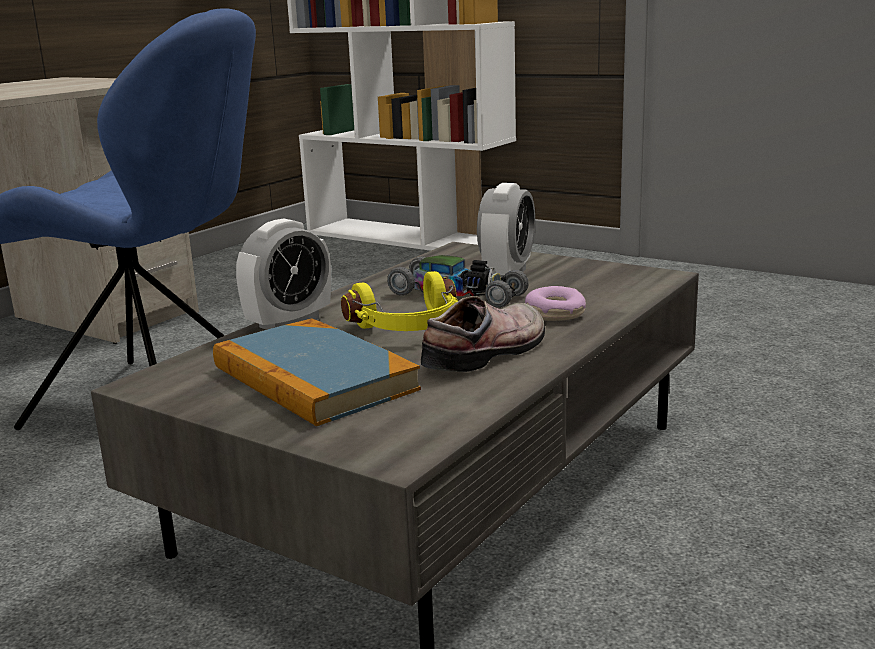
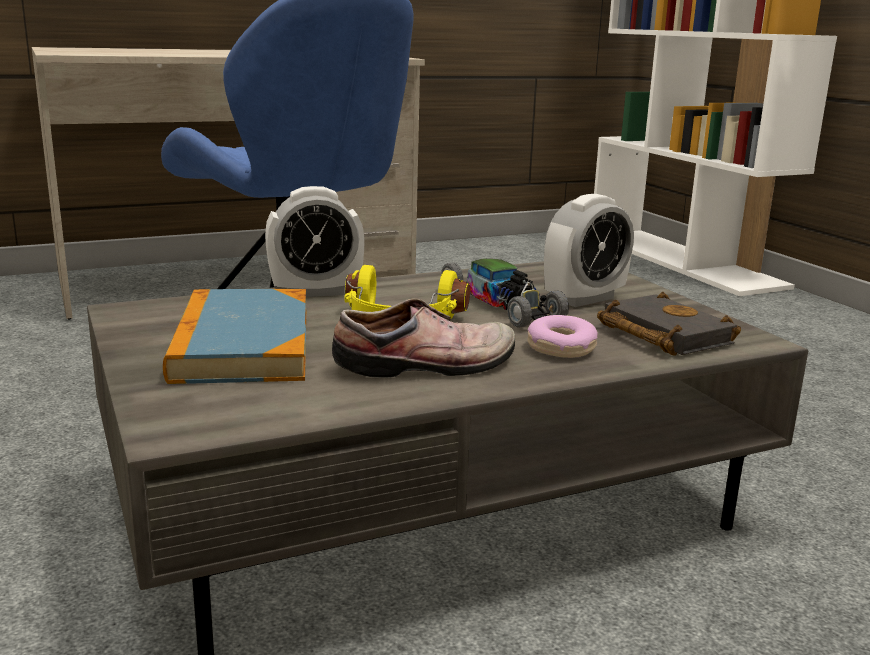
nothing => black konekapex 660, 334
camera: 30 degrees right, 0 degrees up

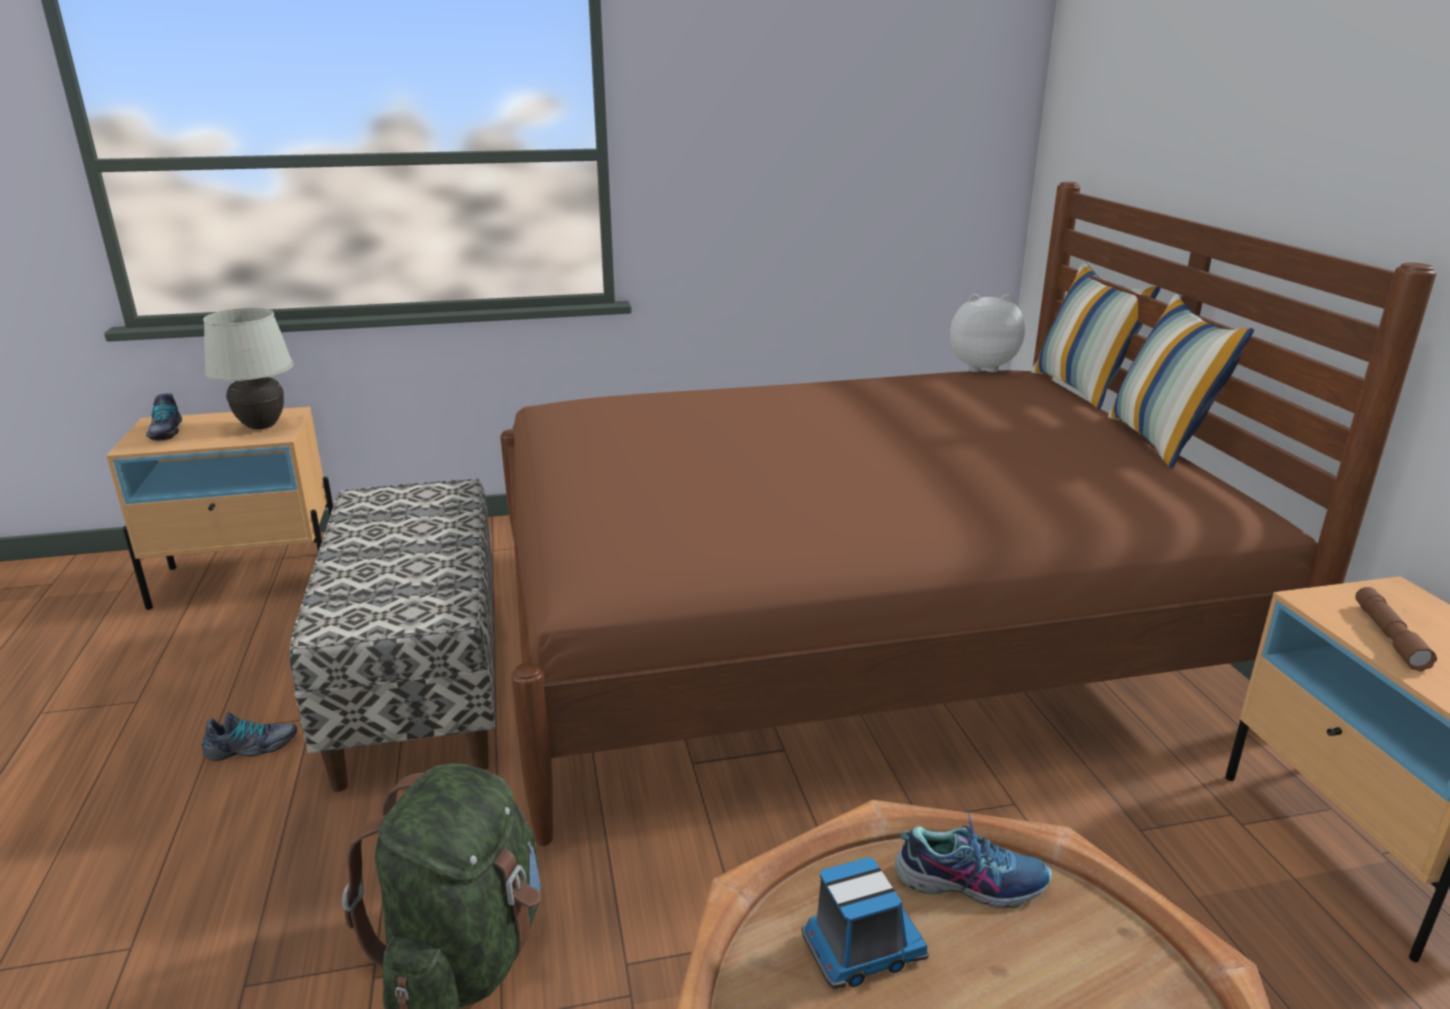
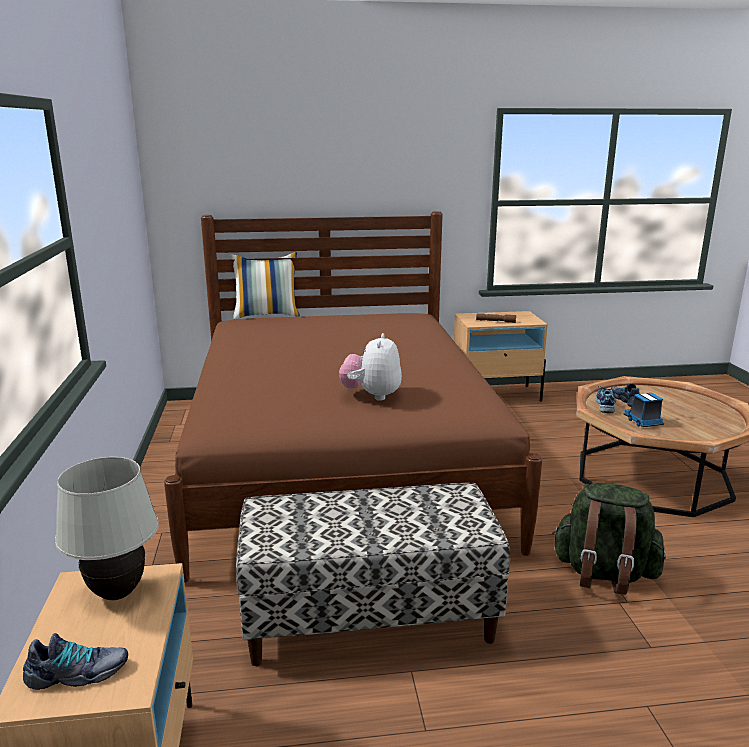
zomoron 1160, 441 => nothing
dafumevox 980, 367 => dafumevox 372, 395, relocated
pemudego 252, 748 => pemudego 625, 400, relocated
camera: 85 degrees left, 5 degrees down

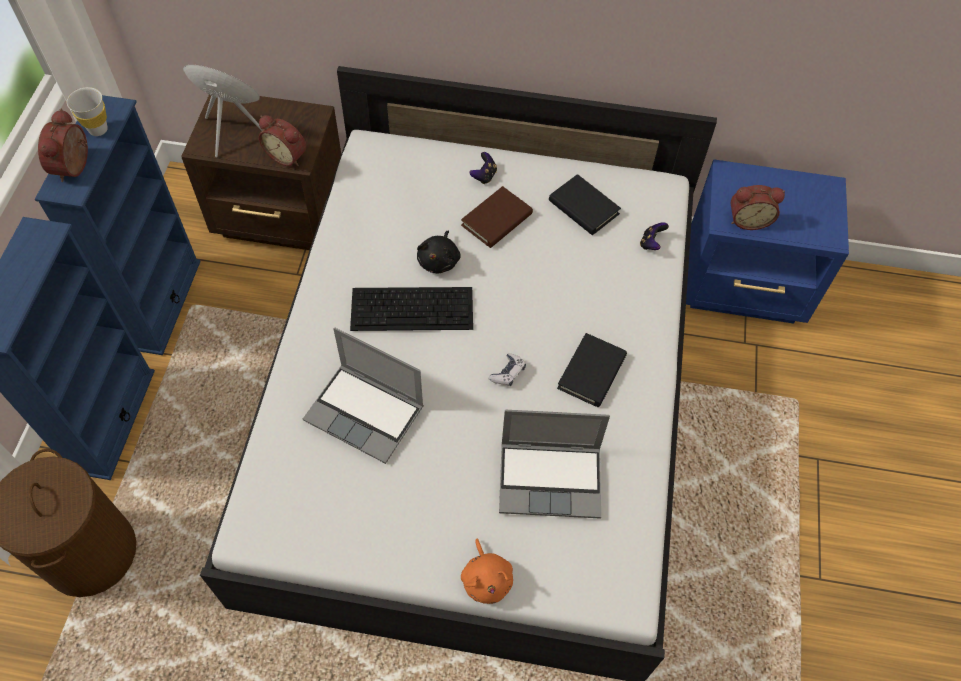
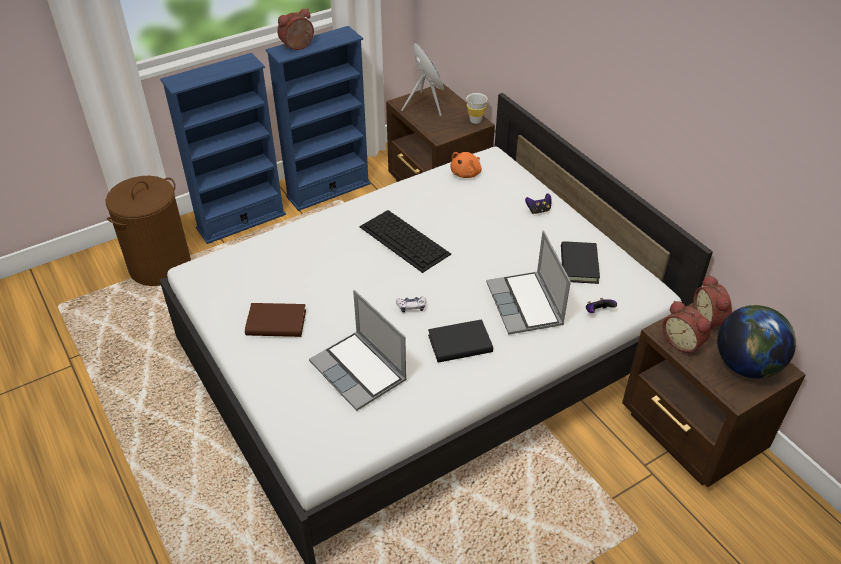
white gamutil 98, 129 => white gamutil 475, 120, relocated
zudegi 287, 155 => zudegi 709, 319, relocated
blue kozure 744, 287 => brown kozure 691, 434
brown konekapex 496, 220 => brown konekapex 276, 323, relocated
black dafumevox 439, 260 => nothing
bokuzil 366, 413 => bokuzil 526, 305, relocated
orange dafumevox 486, 579 => orange dafumevox 466, 173, relocated
nothing => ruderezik 746, 365
camera: 50 degrees right, 15 degrees down

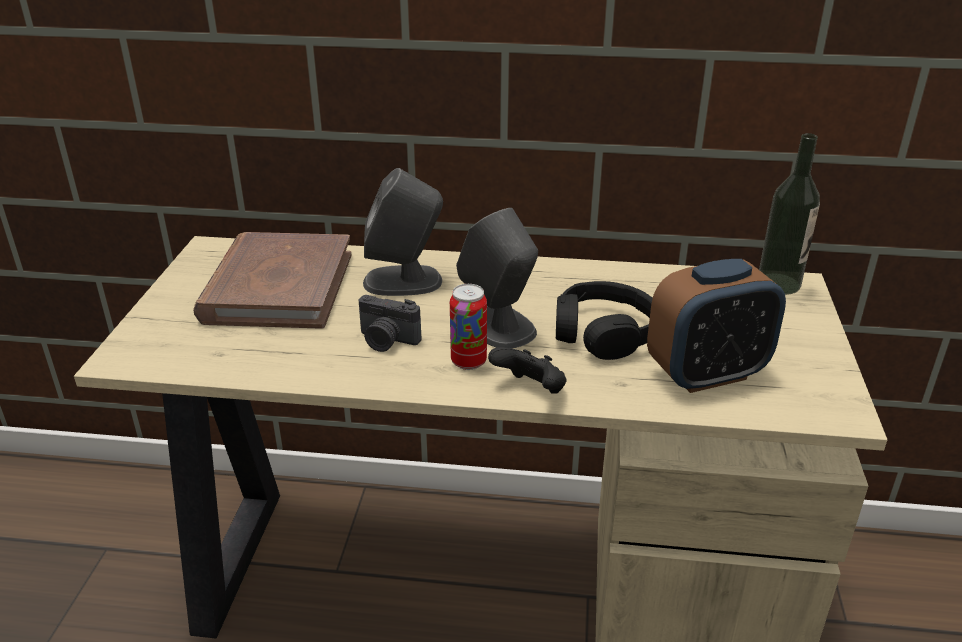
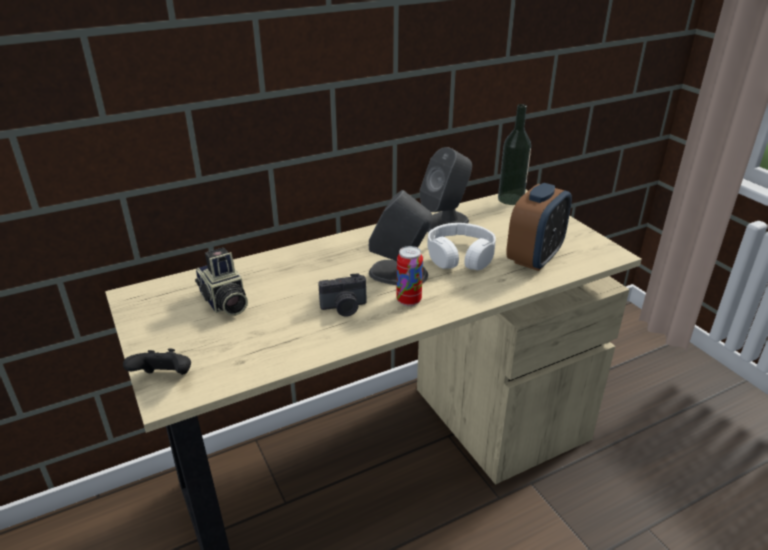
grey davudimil 404, 281 => grey davudimil 445, 222, relocated
brown konekapex 278, 287 => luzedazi 224, 302
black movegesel 603, 333 => white movegesel 460, 256
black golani 531, 390 => black golani 165, 378, relocated
camera: 35 degrees left, 0 degrees up

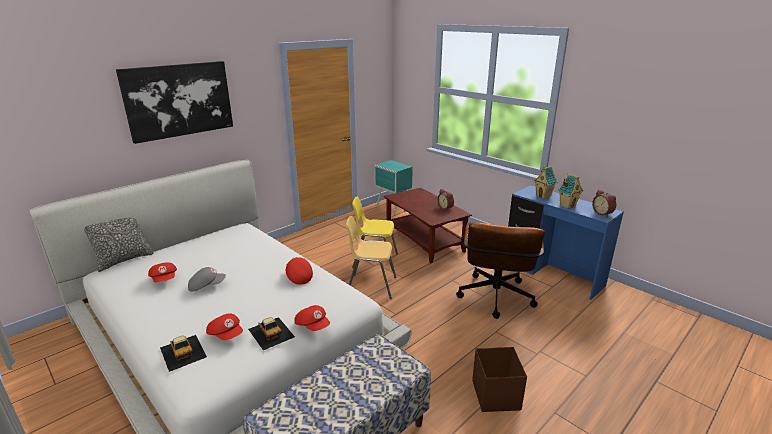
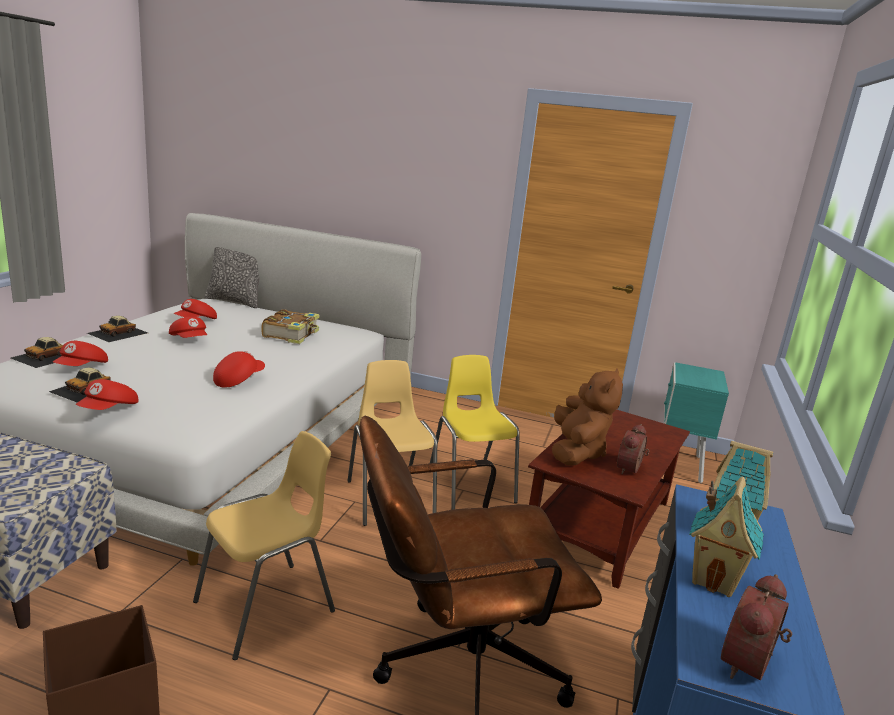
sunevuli 179, 100 => nothing
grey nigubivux 207, 286 => red nigubivux 190, 340
nothing => konekapex 292, 334
nothing => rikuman 118, 333
nothing => brown dafumevox 576, 452
nothing => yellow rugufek 267, 607
camera: 60 degrees right, 5 degrees down

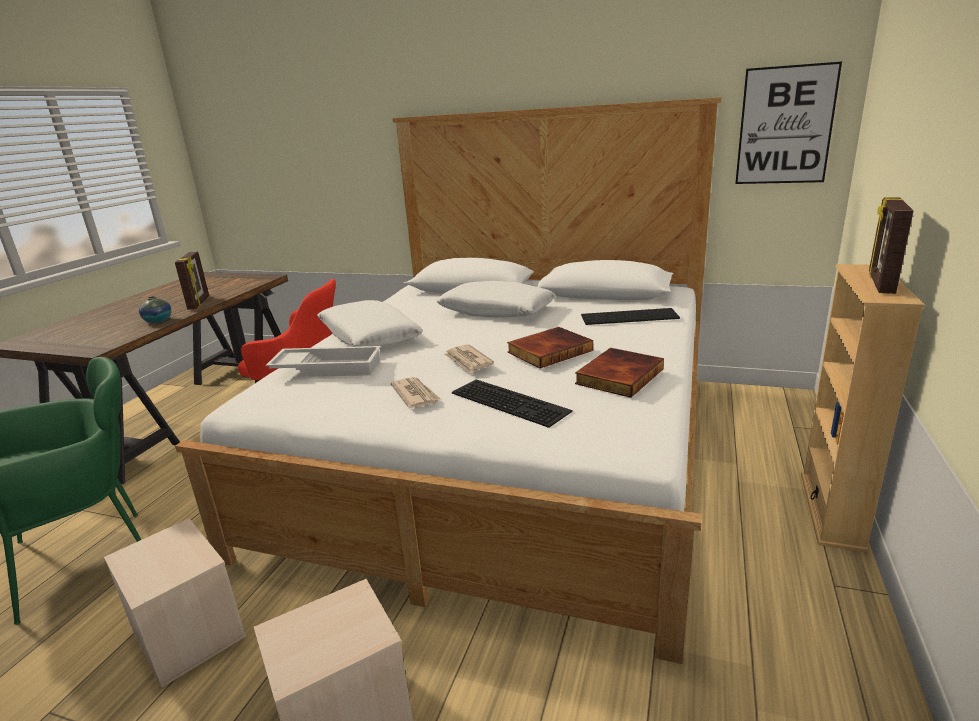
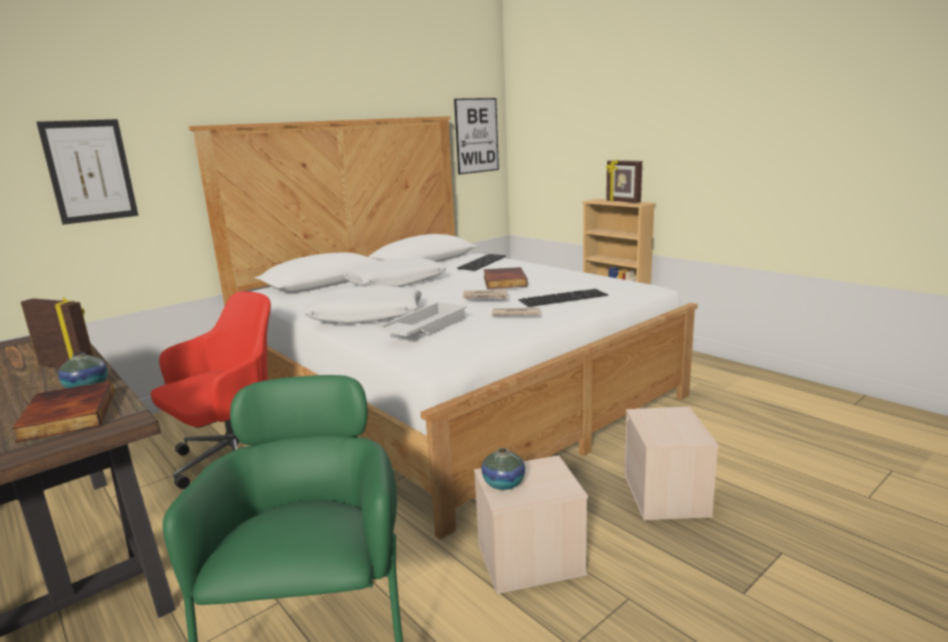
konekapex 618, 376 => konekapex 66, 416, relocated
nothing => sunevuli 90, 171
nothing => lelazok 503, 483
camera: 60 degrees left, 5 degrees down

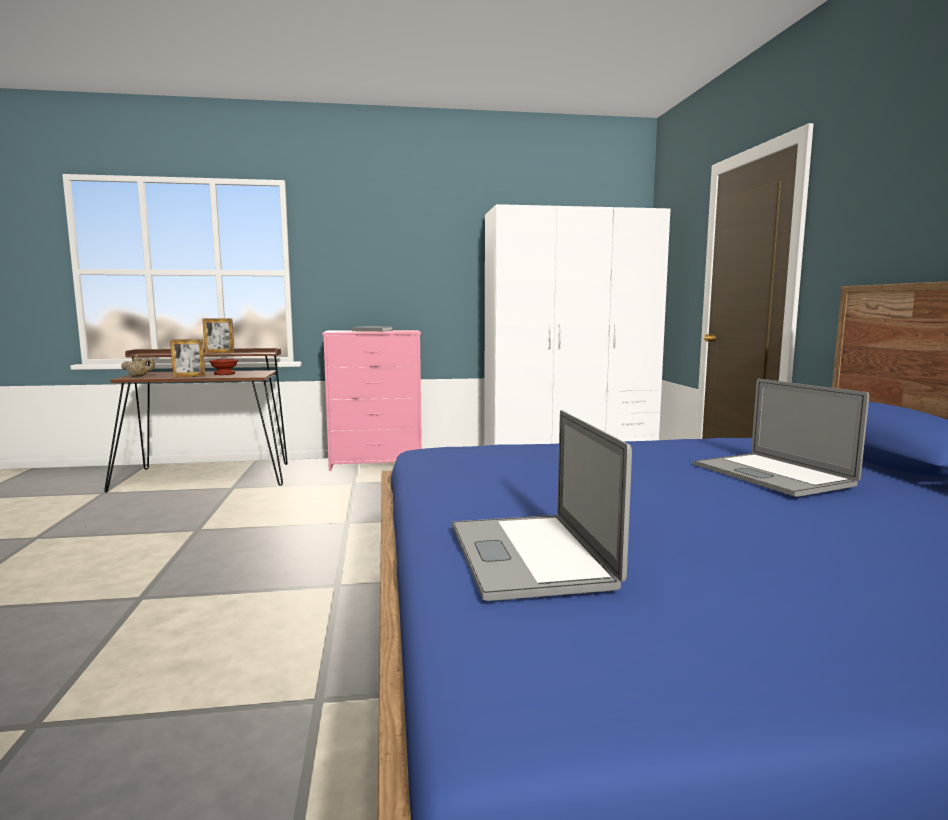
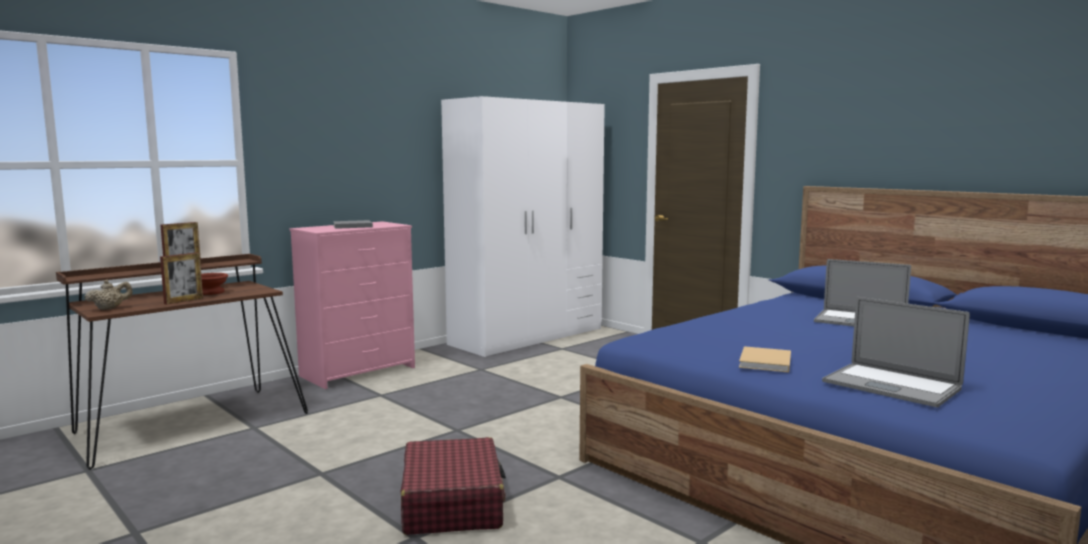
nothing => beige konekapex 765, 362
nothing => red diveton 452, 503
camera: 35 degrees left, 0 degrees up

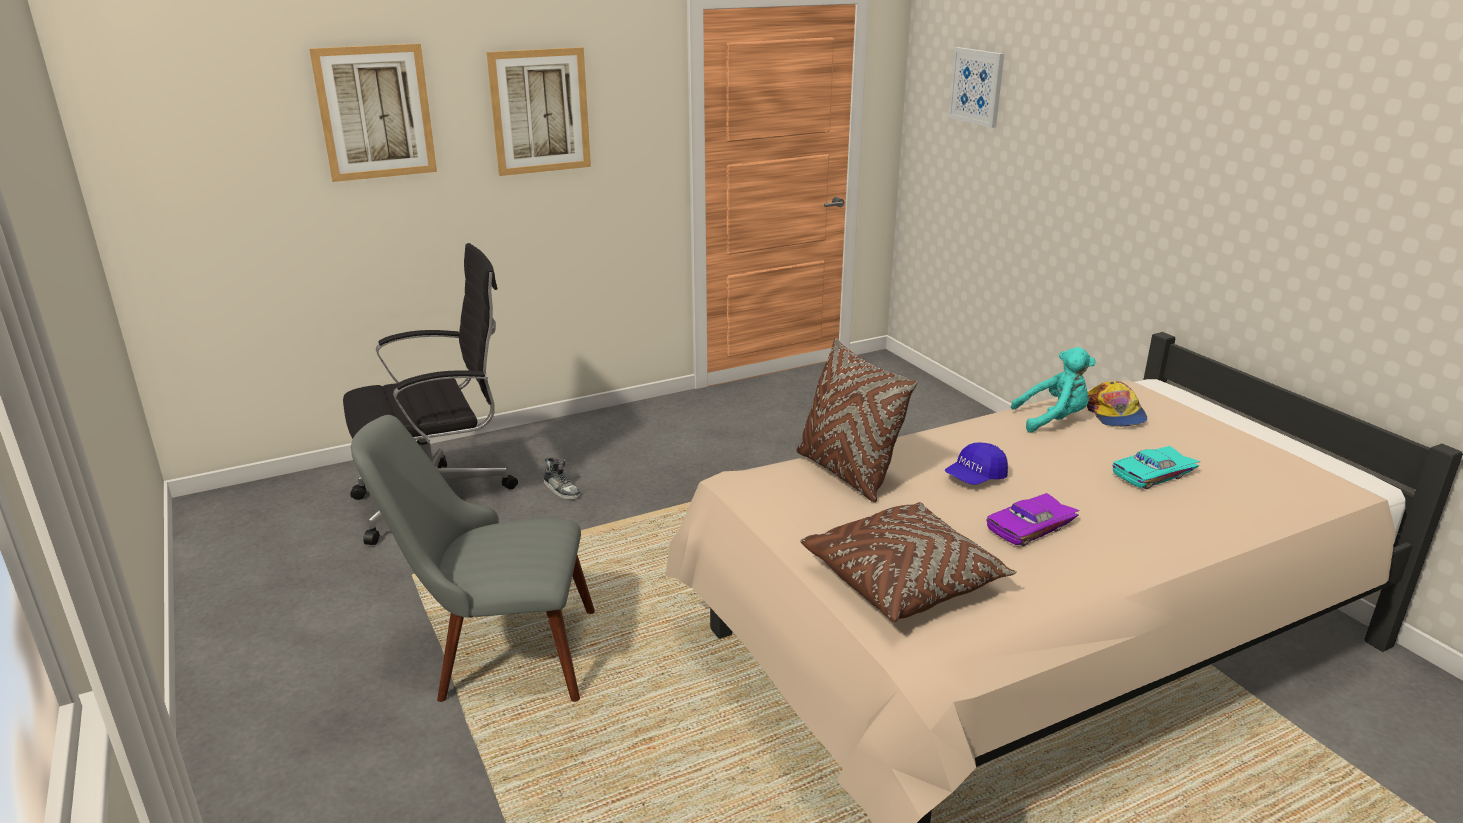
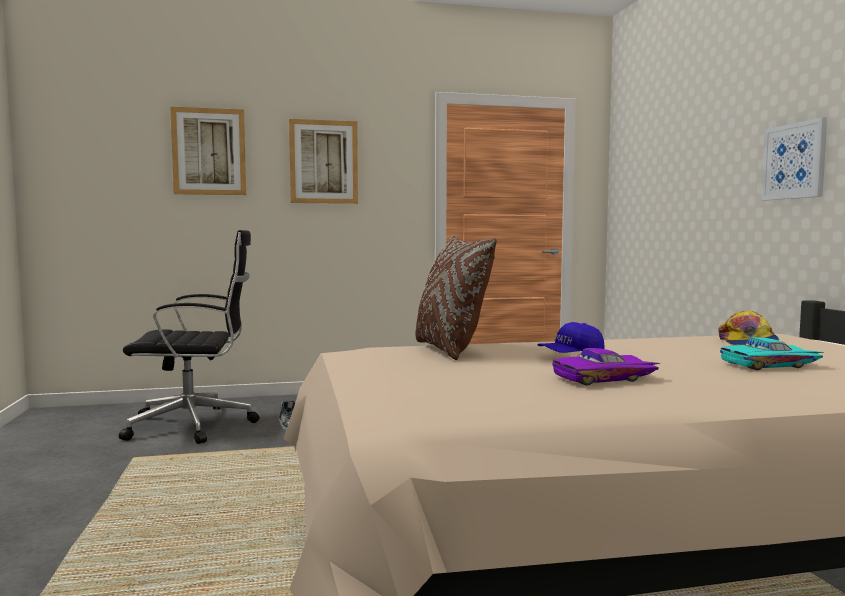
sunevuli 976, 86 => sunevuli 794, 161, relocated
turquoise dafumevox 1053, 420 => nothing
grey rugufek 496, 655 => nothing
brown zomoron 903, 581 => nothing
camera: 15 degrees right, 20 degrees down

